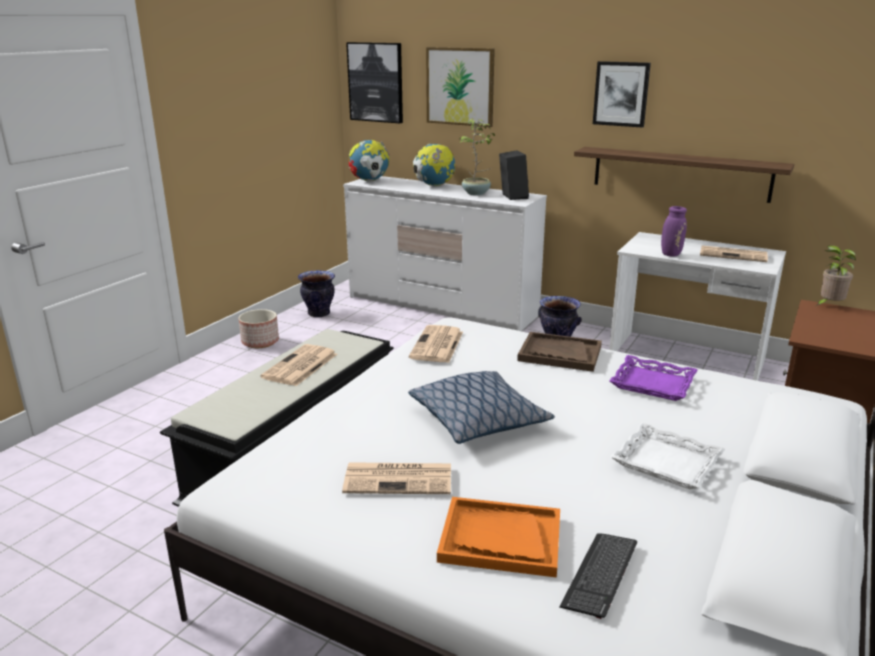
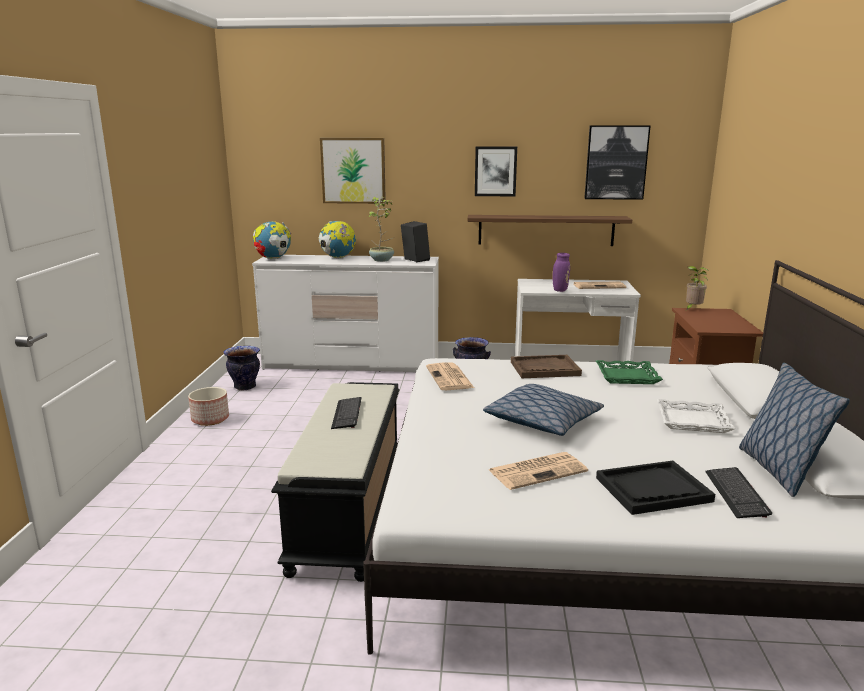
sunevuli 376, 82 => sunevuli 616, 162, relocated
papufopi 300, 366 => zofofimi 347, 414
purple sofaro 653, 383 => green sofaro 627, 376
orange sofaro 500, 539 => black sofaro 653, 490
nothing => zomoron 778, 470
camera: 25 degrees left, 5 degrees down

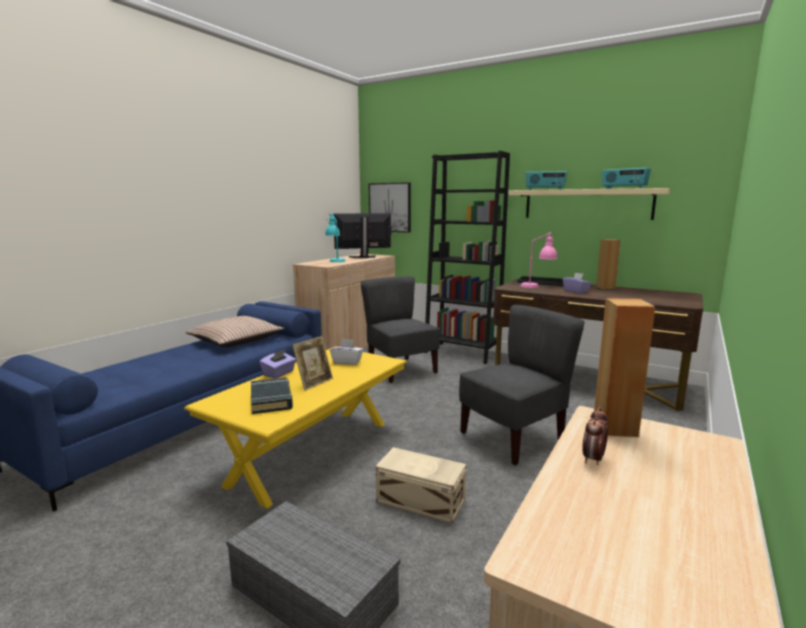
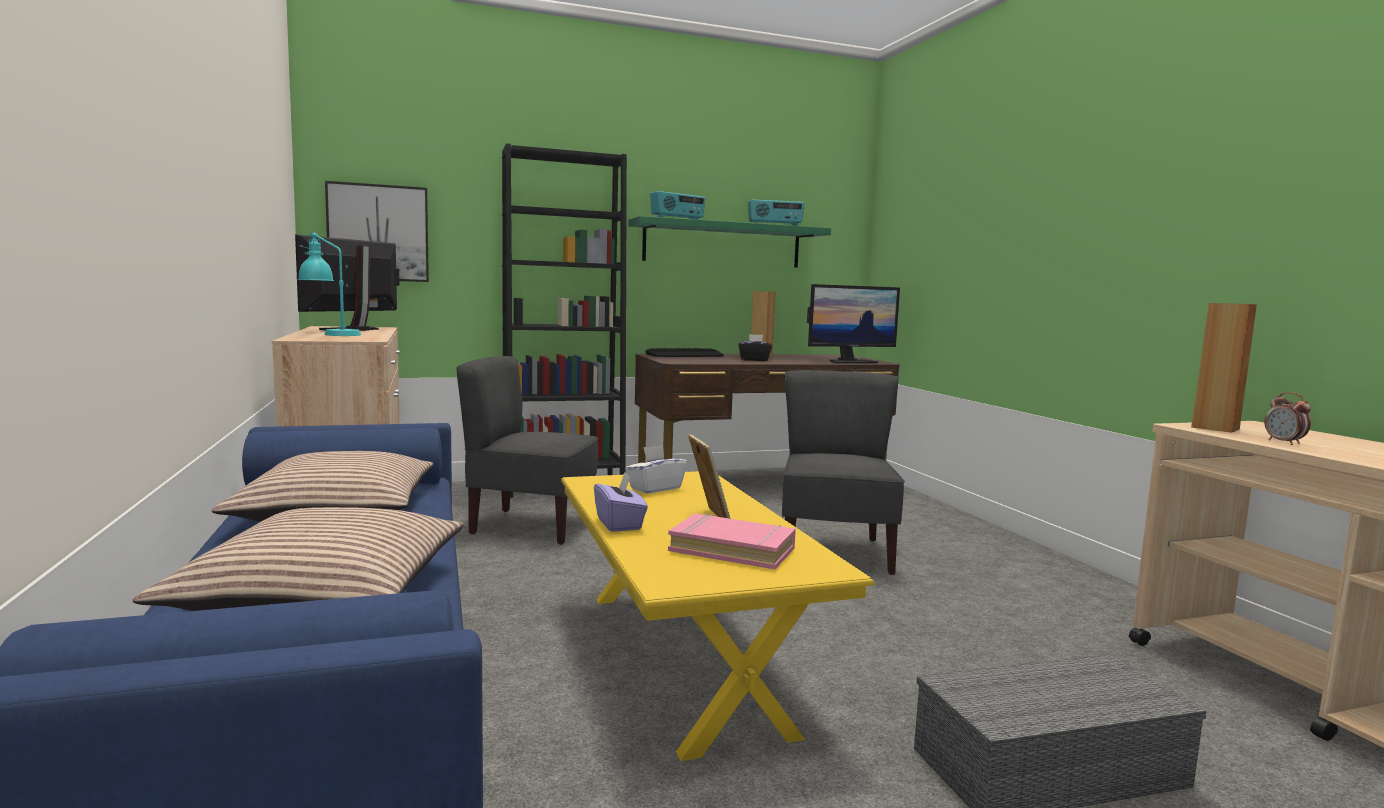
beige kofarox 587, 204 => green kofarox 722, 244
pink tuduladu 537, 286 => nothing
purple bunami 576, 291 => black bunami 754, 360
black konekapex 271, 399 => pink konekapex 732, 549
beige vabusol 421, 501 => nothing
nothing => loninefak 849, 361
nothing => zomoron 322, 592
camera: 50 degrees left, 5 degrees down

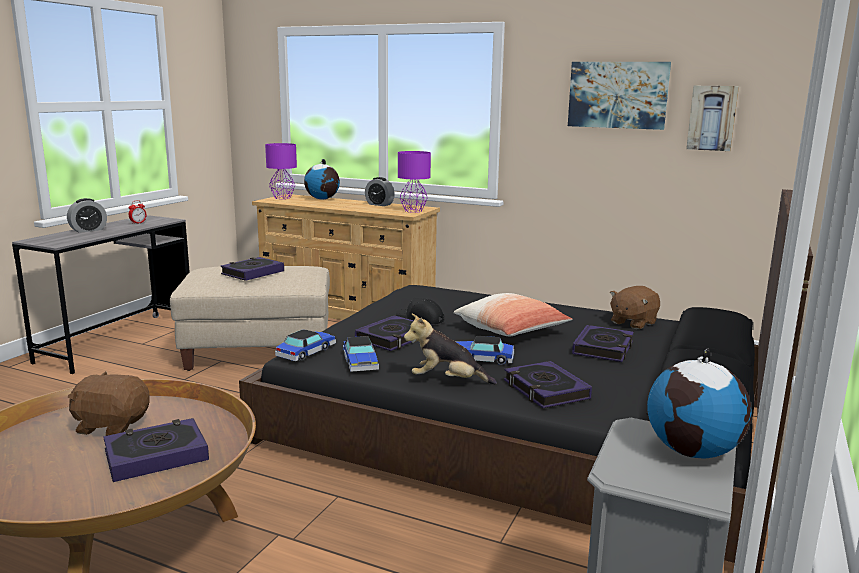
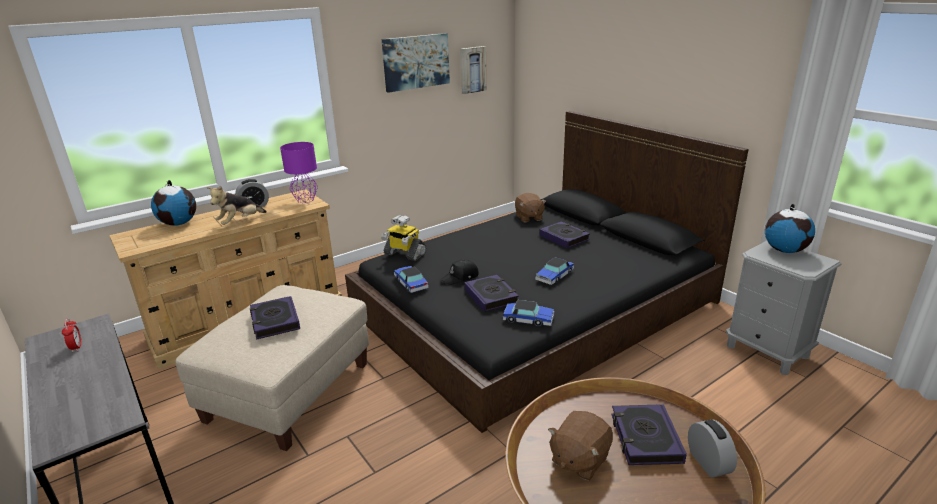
purple tuduladu 282, 198 => nothing
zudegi 88, 230 => zudegi 708, 463, relocated
zomoron 511, 331 => nothing
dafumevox 447, 381 => dafumevox 240, 222, relocated
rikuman 306, 352 => rikuman 411, 283, relocated
konekapex 545, 390 => nothing
nothing => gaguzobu 404, 254
camera: 60 degrees left, 10 degrees up

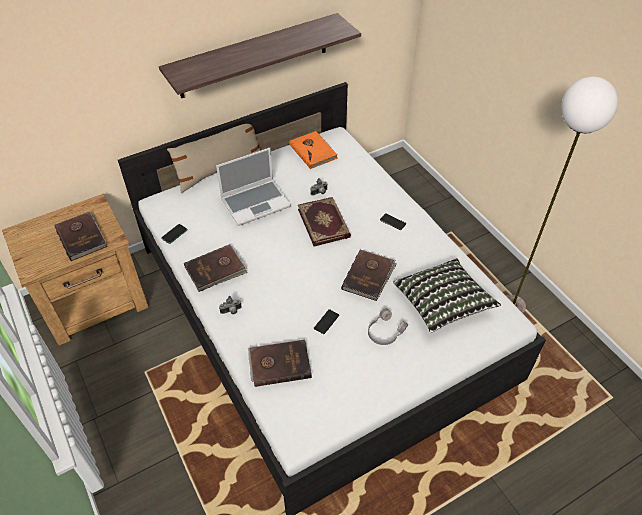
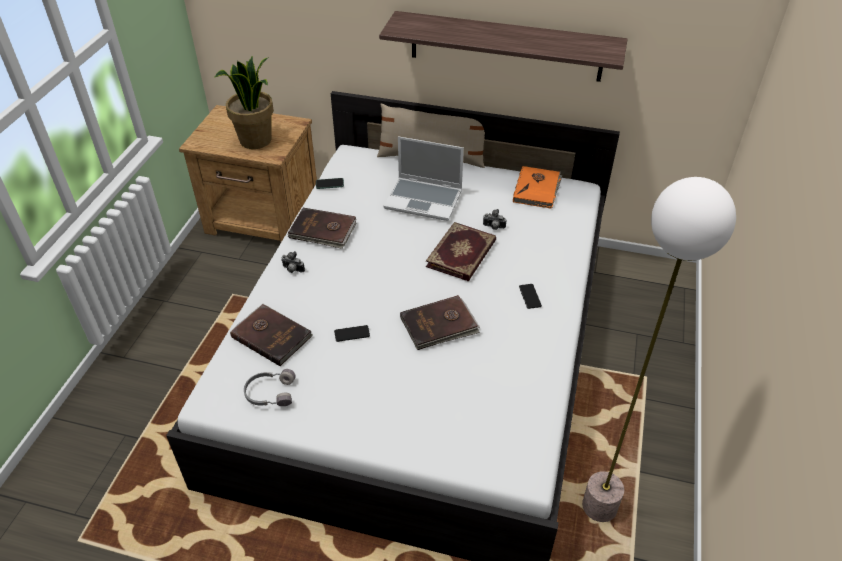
brown konekapex 82, 237 => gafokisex 256, 141
zomoron 442, 303 => nothing
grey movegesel 384, 332 => grey movegesel 270, 392, relocated
camera: 45 degrees right, 5 degrees down

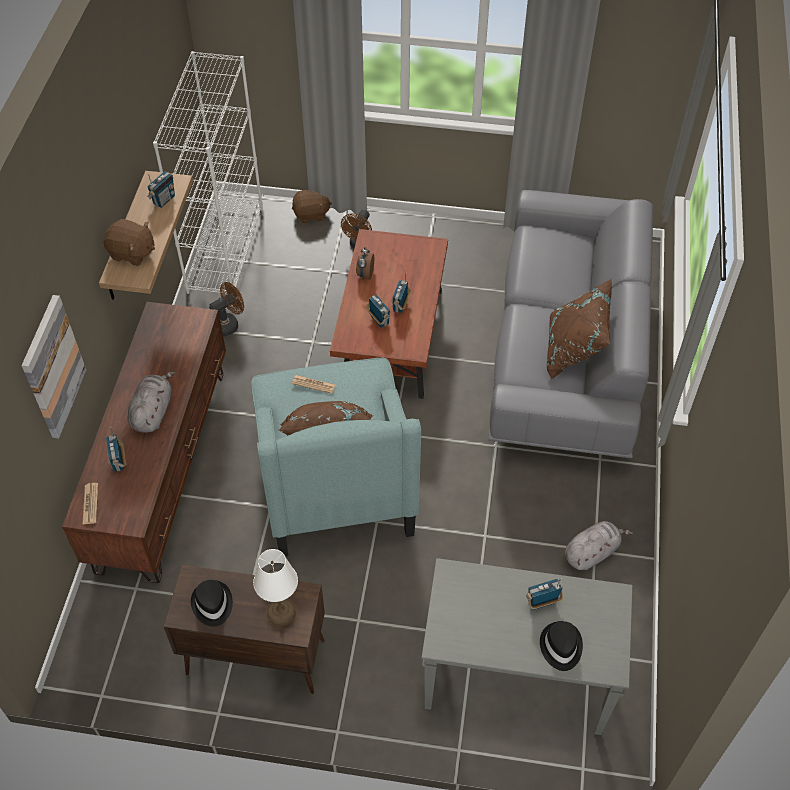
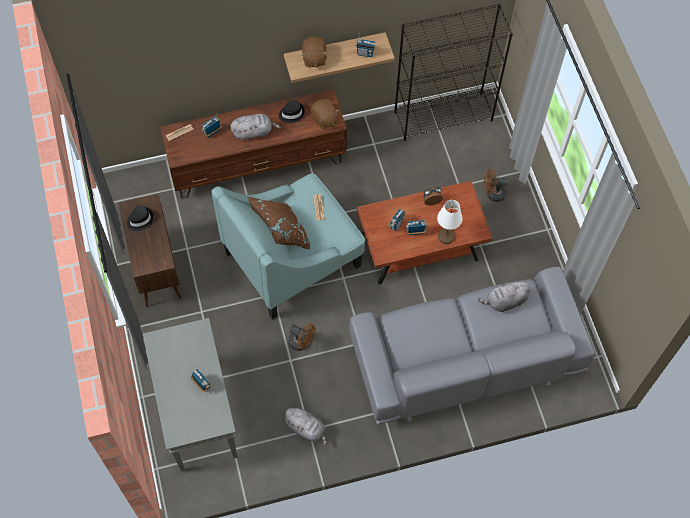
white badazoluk 225, 249 => black badazoluk 443, 116
brown dafumevox 311, 214 => brown dafumevox 324, 119, relocated
brown zomoron 574, 350 => nothing
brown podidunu 229, 324 => brown podidunu 301, 343, relocated
sunevuli 52, 367 => nothing
white tuduladu 280, 612 => white tuduladu 446, 236, relocated
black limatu 560, 647 => black limatu 291, 113, relocated
nothing => grey dafumevox 505, 302
camera: 65 degrees right, 10 degrees up

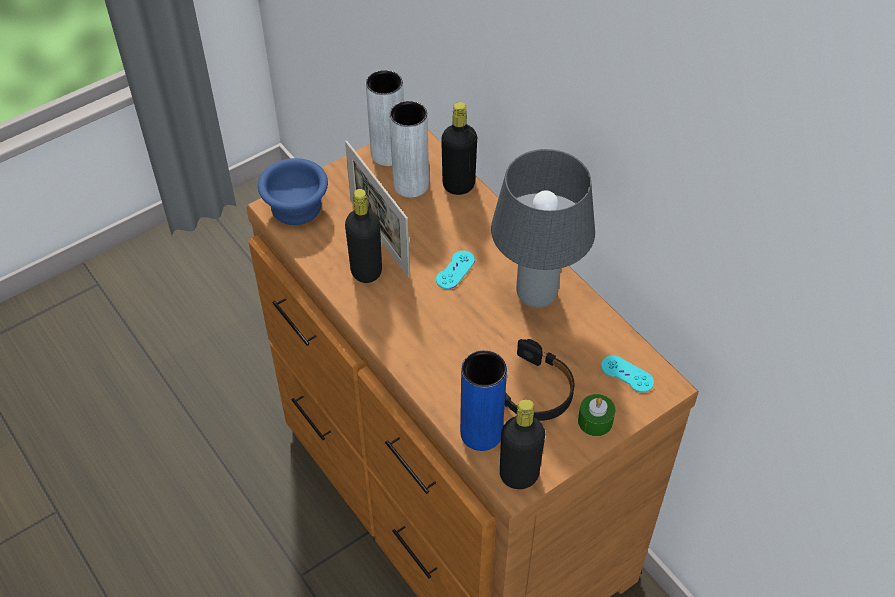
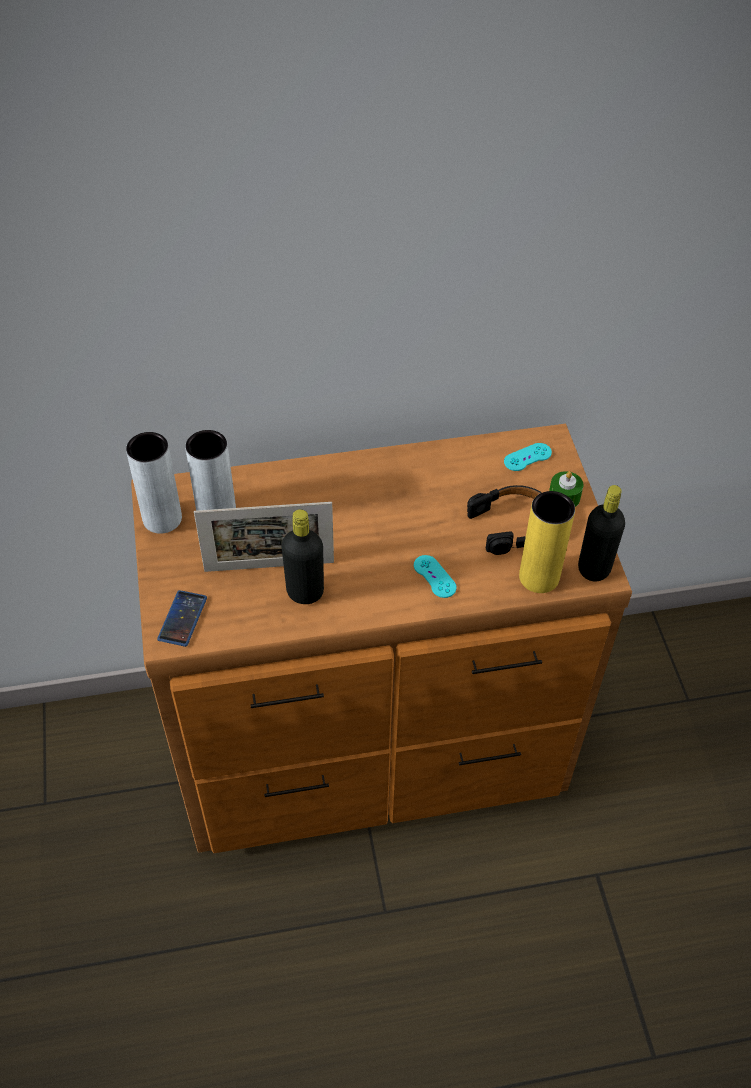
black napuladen 458, 185 => nothing
grey tuduladu 537, 296 => nothing
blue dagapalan 298, 208 => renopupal 182, 619
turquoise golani 455, 270 => turquoise golani 434, 576, relocated
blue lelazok 481, 433 => yellow lelazok 539, 577
camera: 65 degrees left, 0 degrees up

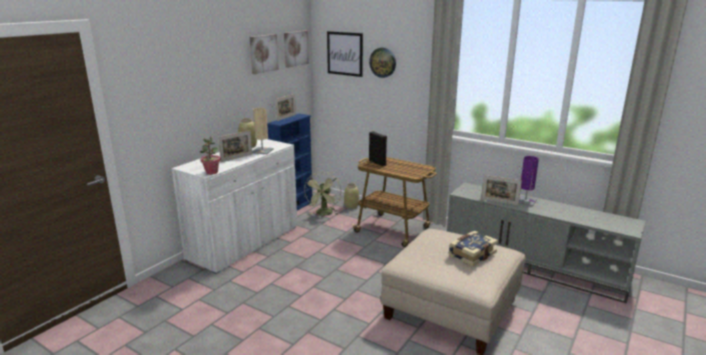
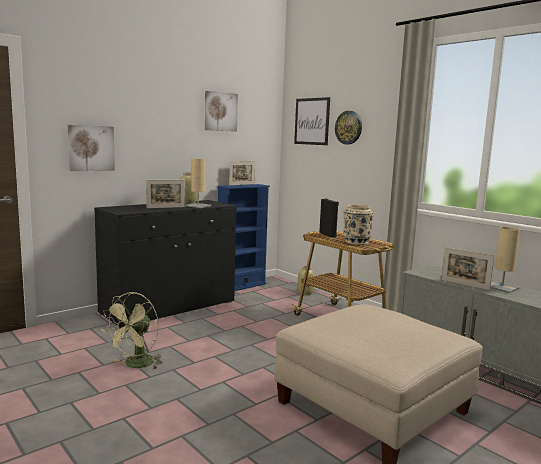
sunevuli 295, 48 => sunevuli 91, 148, relocated
gafokisex 211, 172 => nothing
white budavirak 244, 243 => black budavirak 169, 308
purple tuduladu 525, 201 => beige tuduladu 502, 287
green podidunu 324, 214 => green podidunu 135, 365, relocated
konekapex 471, 254 => nothing
nothing => beige lelazok 356, 242
camera: 15 degrees right, 10 degrees down

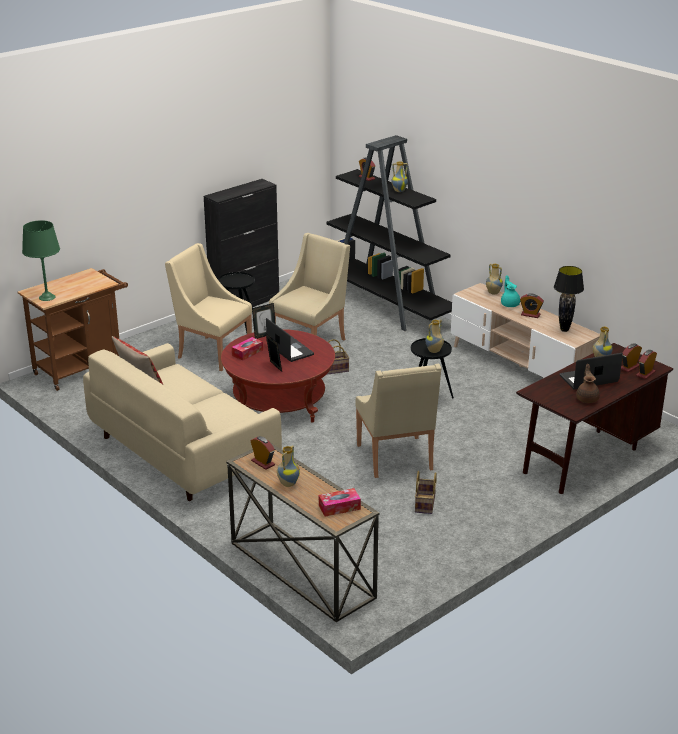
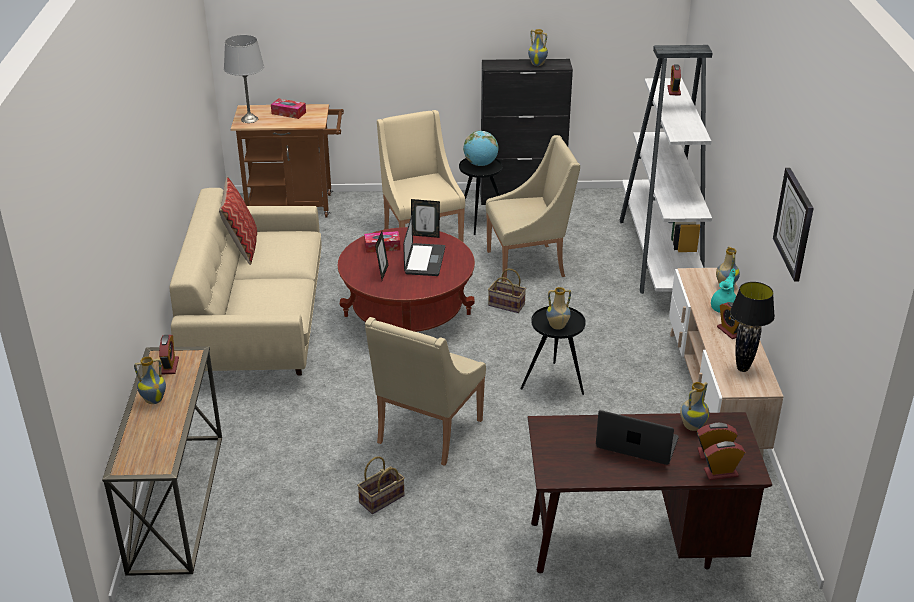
black badazoluk 385, 306 => white badazoluk 660, 256
lelazok 399, 190 => lelazok 537, 64, relocated
green tuduladu 47, 297 => grey tuduladu 250, 119
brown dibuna 587, 398 => nothing
bunami 339, 507 => bunami 288, 113, relocated
nothing => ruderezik 480, 164
nothing => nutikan 794, 224
camera: 40 degrees right, 5 degrees up

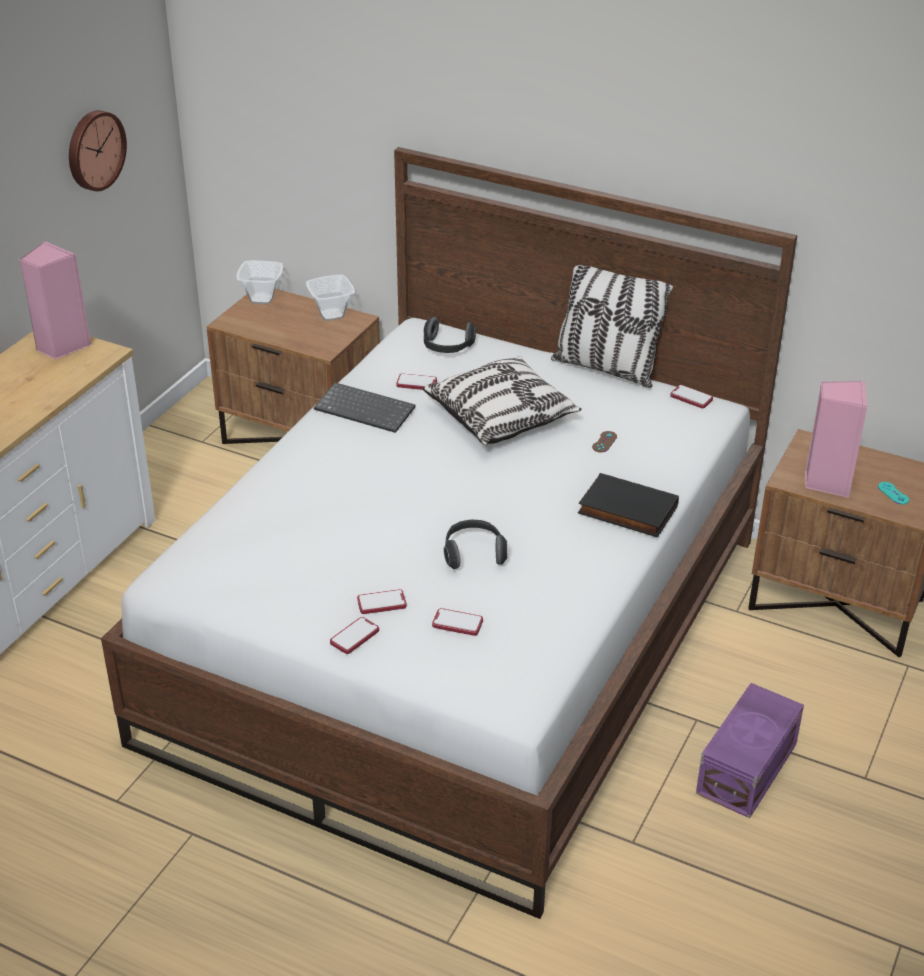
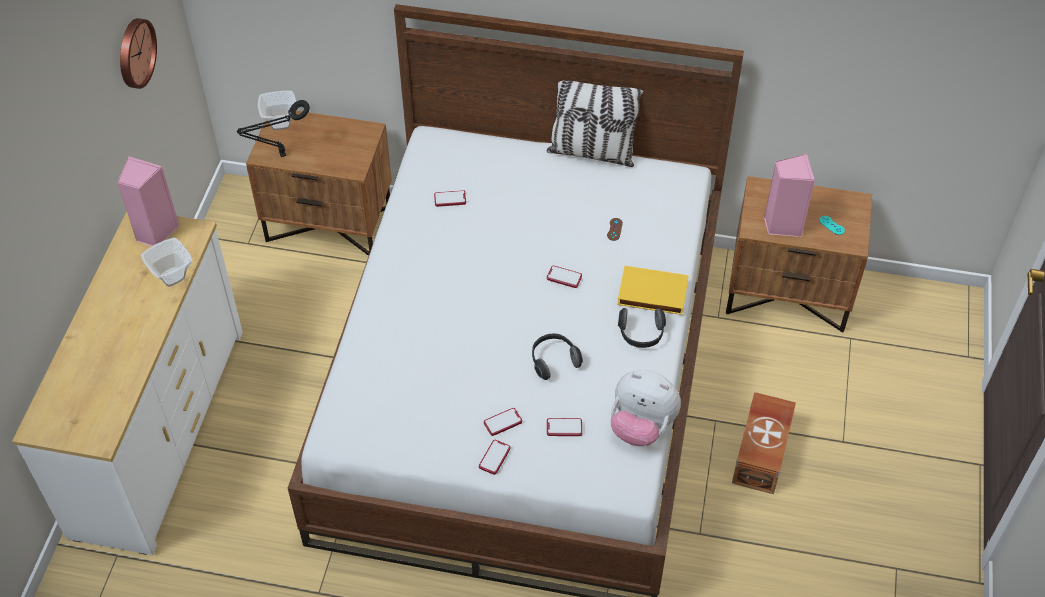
dagapalan 330, 315 => dagapalan 171, 277, relocated
movegesel 447, 348 => movegesel 641, 334, relocated
zomoron 501, 417 => nothing
zofofimi 366, 409 => nothing
renopupal 691, 398 => renopupal 564, 277, relocated
black konekapex 626, 511 => yellow konekapex 652, 294
purple vabusol 749, 768 => brown vabusol 762, 453
nothing => black tuduladu 280, 155
nothing => dafumevox 641, 426
camera: 15 degrees left, 15 degrees up

